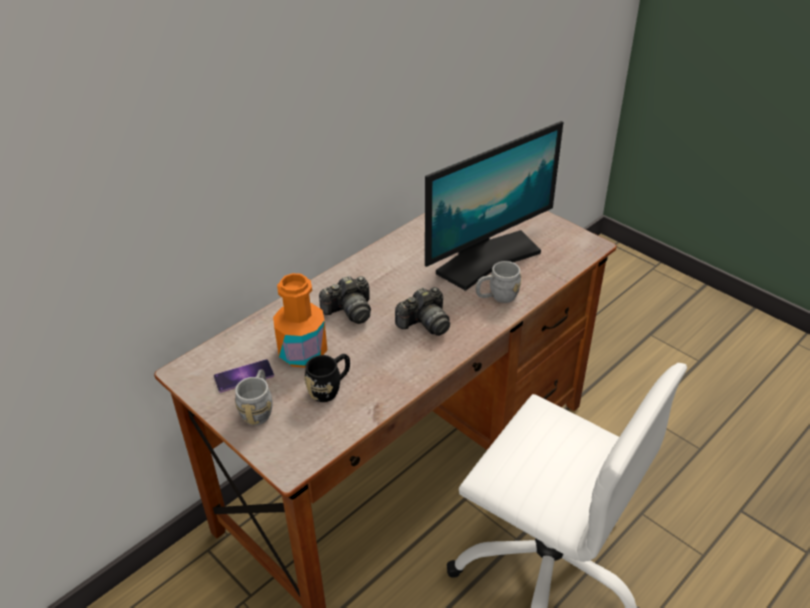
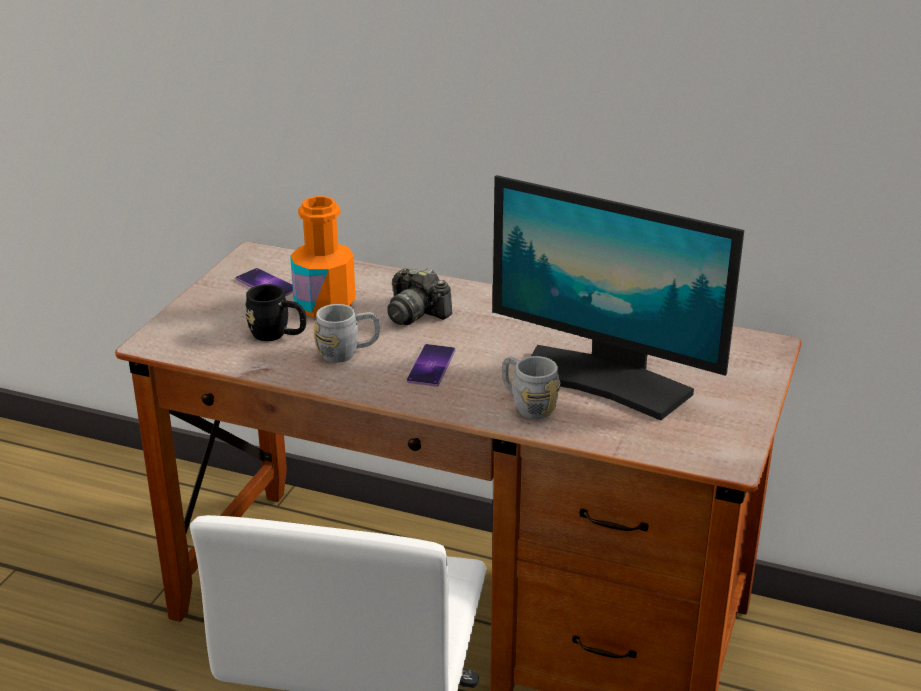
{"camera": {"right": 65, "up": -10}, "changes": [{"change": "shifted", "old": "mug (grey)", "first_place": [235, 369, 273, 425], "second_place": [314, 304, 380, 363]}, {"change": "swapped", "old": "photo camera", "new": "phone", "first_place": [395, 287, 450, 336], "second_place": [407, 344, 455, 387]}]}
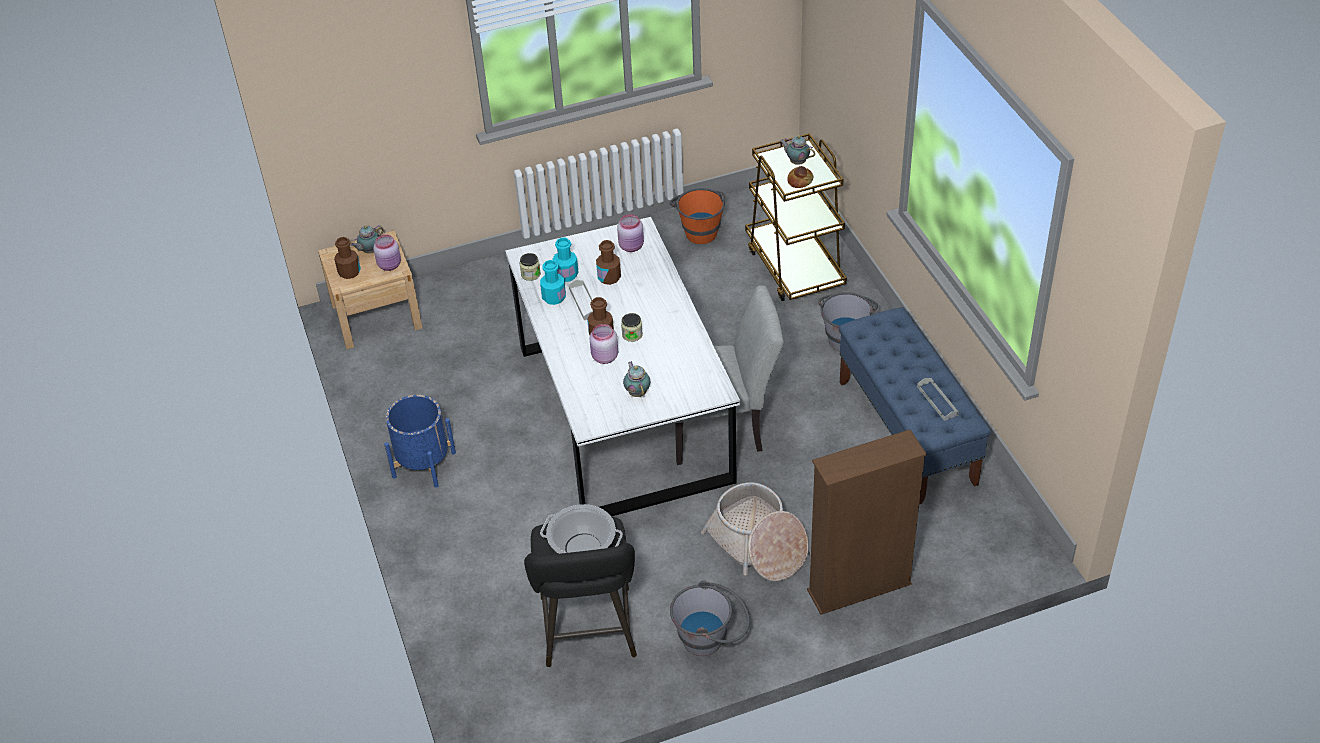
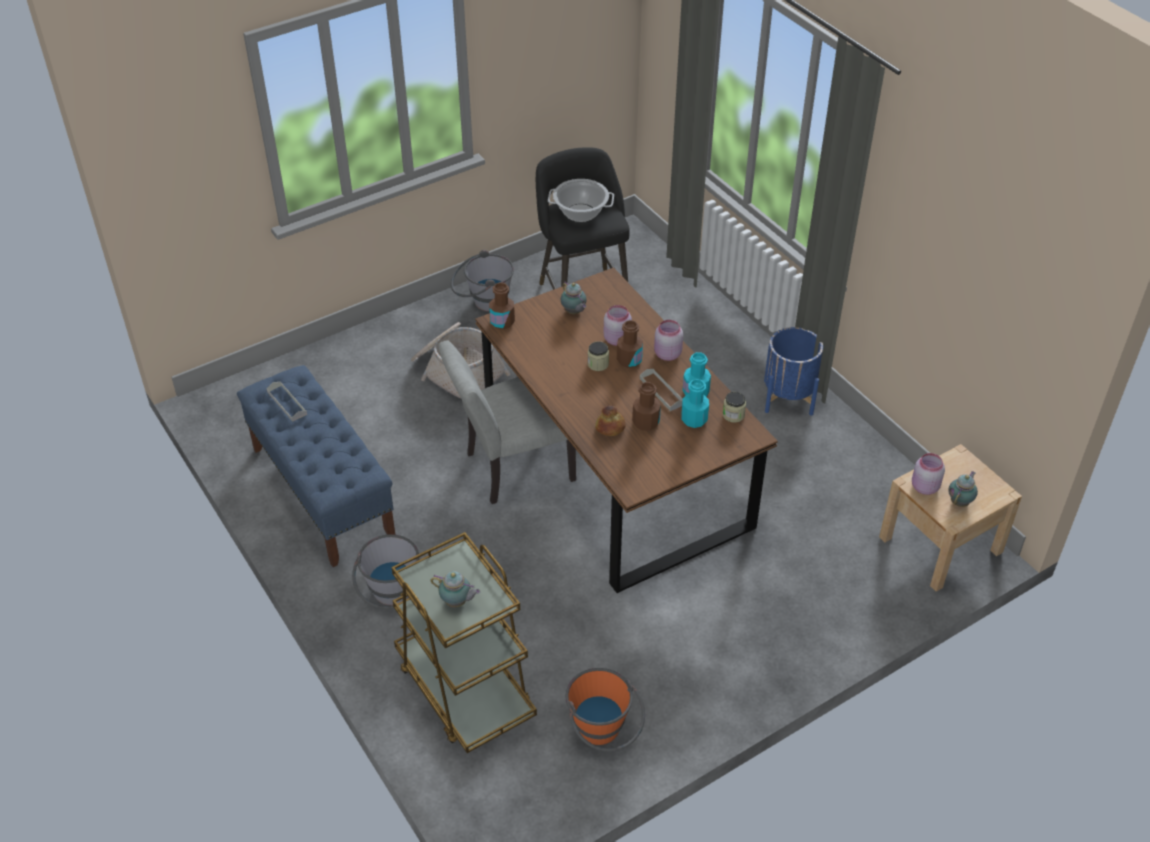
{"camera": {"right": 165, "up": 0}, "changes": [{"change": "gone", "old": "bookcase (brown)", "first_place": [807, 429, 927, 615]}, {"change": "shifted", "old": "bottle (brown)", "first_place": [334, 237, 361, 279], "second_place": [489, 282, 515, 329]}, {"change": "shifted", "old": "jar (pink)", "first_place": [617, 214, 644, 252], "second_place": [654, 320, 683, 361]}, {"change": "shifted", "old": "bread", "first_place": [787, 166, 813, 188], "second_place": [595, 405, 625, 436]}, {"change": "repainted", "old": "dining table (white)", "new": "dining table (brown)", "first_place": [505, 217, 740, 517], "second_place": [476, 268, 778, 593]}]}
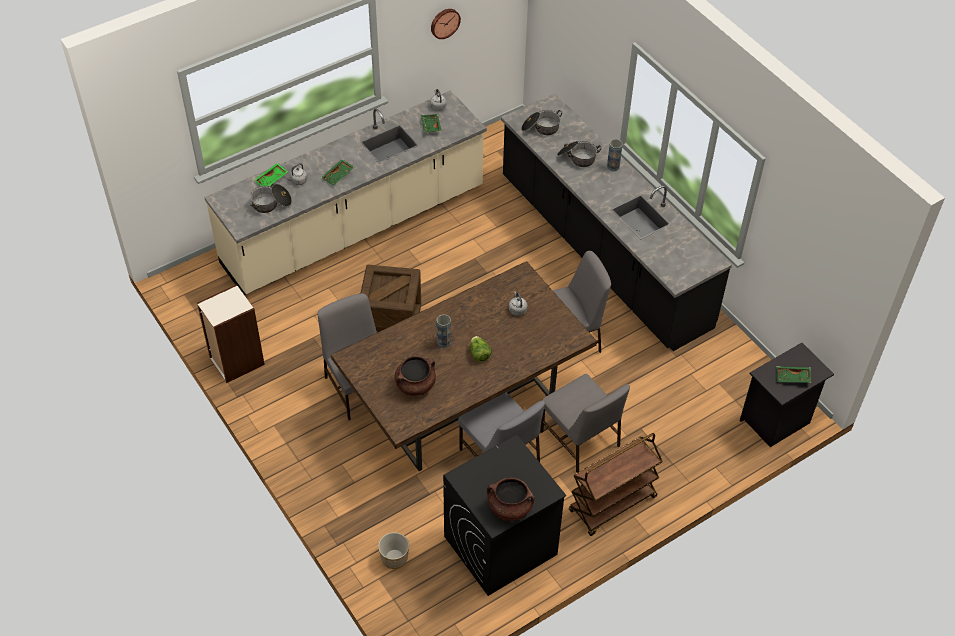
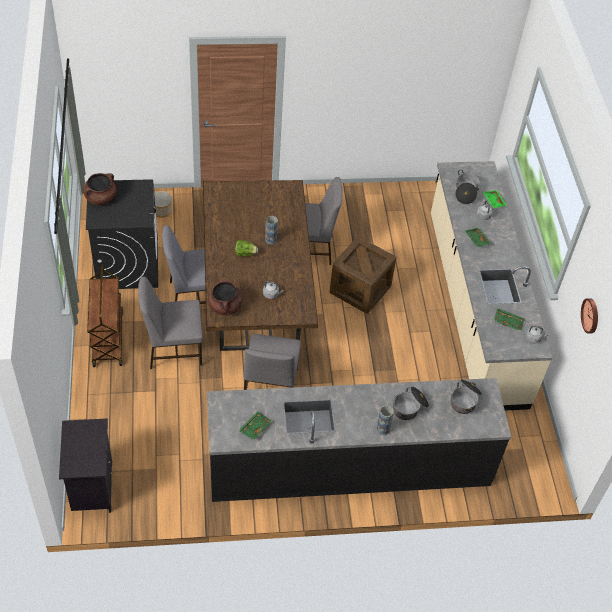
{"camera": {"right": 115, "up": 0}, "changes": [{"change": "gone", "old": "bookcase", "first_place": [197, 284, 265, 383]}, {"change": "shifted", "old": "cooking pot (brown)", "first_place": [395, 356, 436, 396], "second_place": [208, 278, 243, 316]}, {"change": "shifted", "old": "tray (green)", "first_place": [776, 366, 811, 383], "second_place": [238, 411, 272, 440]}]}
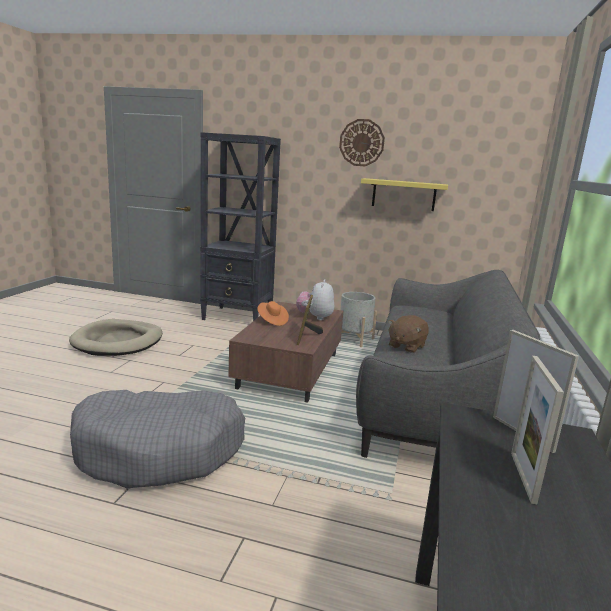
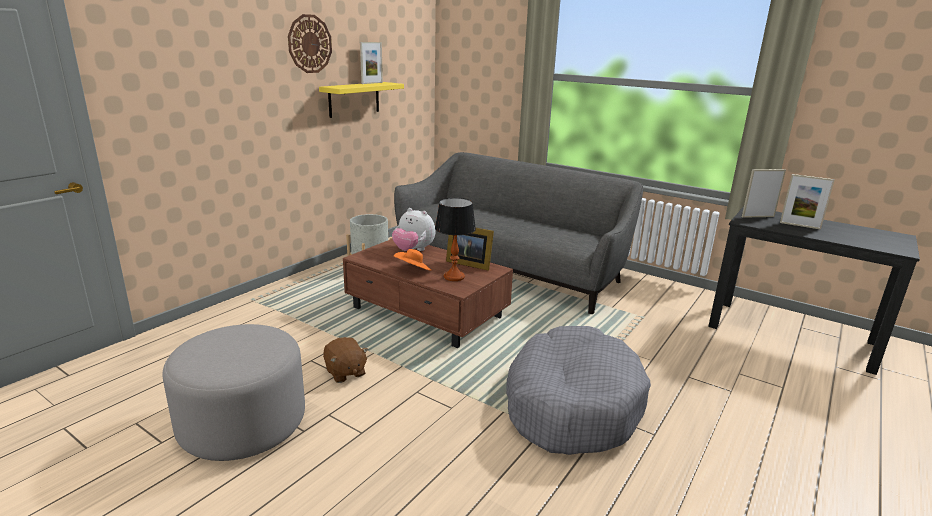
{"camera": {"right": -70, "up": 5}, "changes": [{"change": "gone", "old": "bookcase (black)", "first_place": [200, 132, 281, 321]}, {"change": "new", "new": "picture frame", "second_place": [360, 42, 383, 84]}, {"change": "new", "new": "table lamp", "second_place": [435, 198, 476, 281]}, {"change": "shifted", "old": "plush toy (brown)", "first_place": [388, 315, 429, 353], "second_place": [323, 337, 369, 383]}, {"change": "swapped", "old": "dog bed (beige)", "new": "ottoman (grey)", "first_place": [69, 319, 162, 356], "second_place": [162, 324, 305, 461]}]}
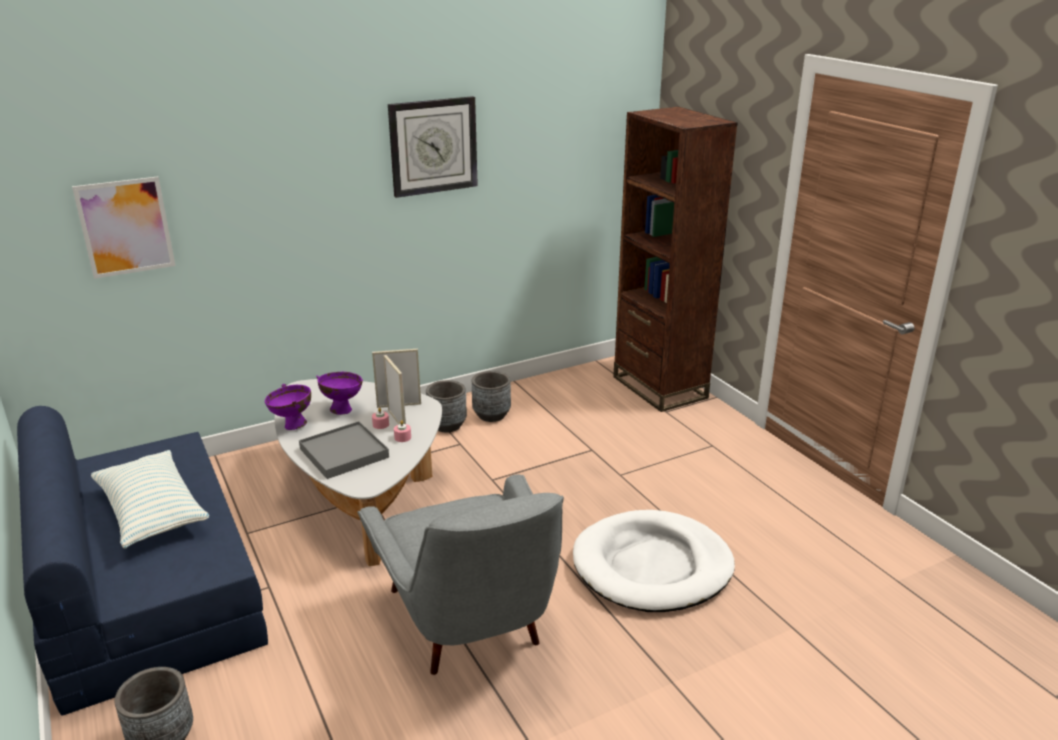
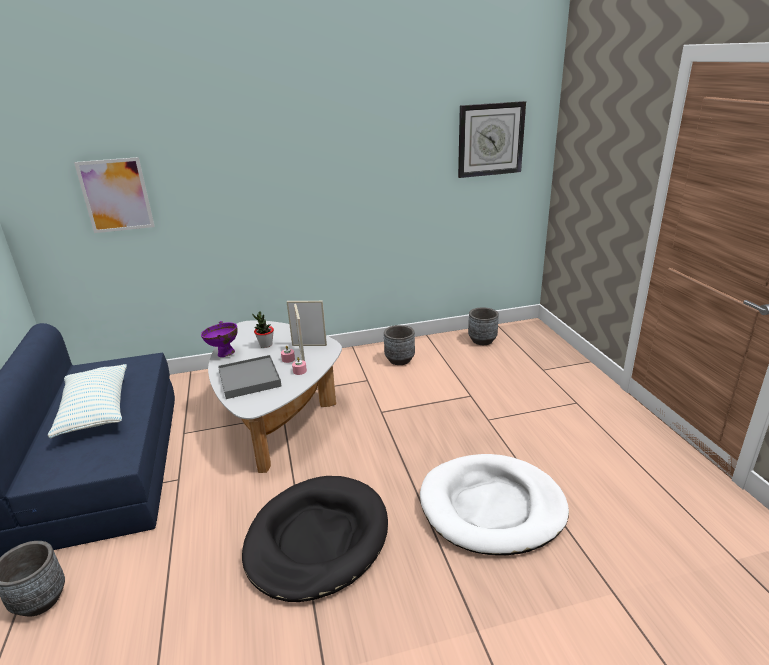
{"camera": {"right": 15, "up": 0}, "changes": [{"change": "gone", "old": "bookcase (brown)", "first_place": [613, 107, 738, 412]}, {"change": "shifted", "old": "wall clock", "first_place": [388, 96, 478, 198], "second_place": [458, 101, 526, 178]}, {"change": "shifted", "old": "planter (grey)", "first_place": [426, 380, 467, 432], "second_place": [468, 307, 499, 345]}, {"change": "swapped", "old": "bowl (purple)", "new": "potted plant", "first_place": [316, 372, 363, 415], "second_place": [252, 311, 274, 348]}, {"change": "swapped", "old": "armchair (grey)", "new": "dog bed (black)", "first_place": [357, 474, 564, 675], "second_place": [242, 476, 388, 602]}]}
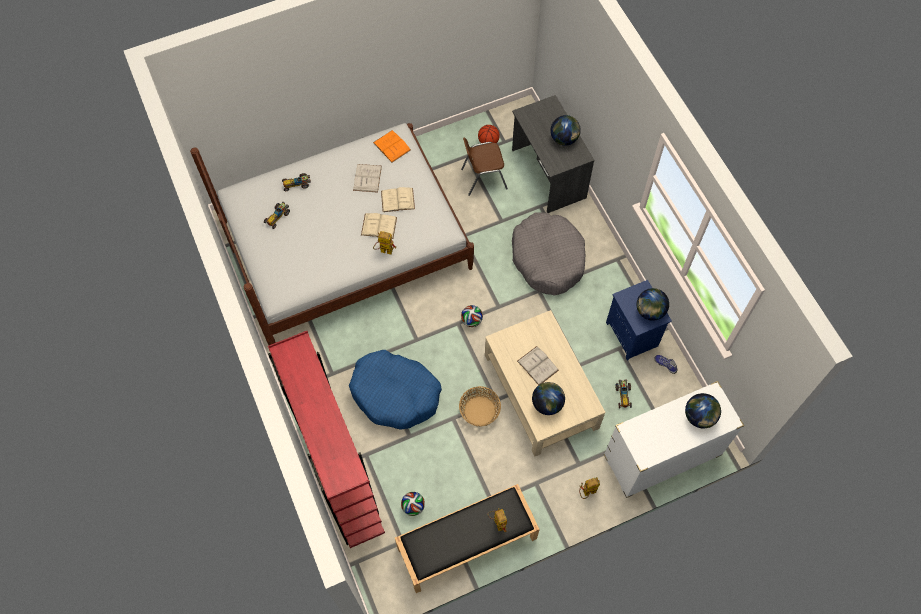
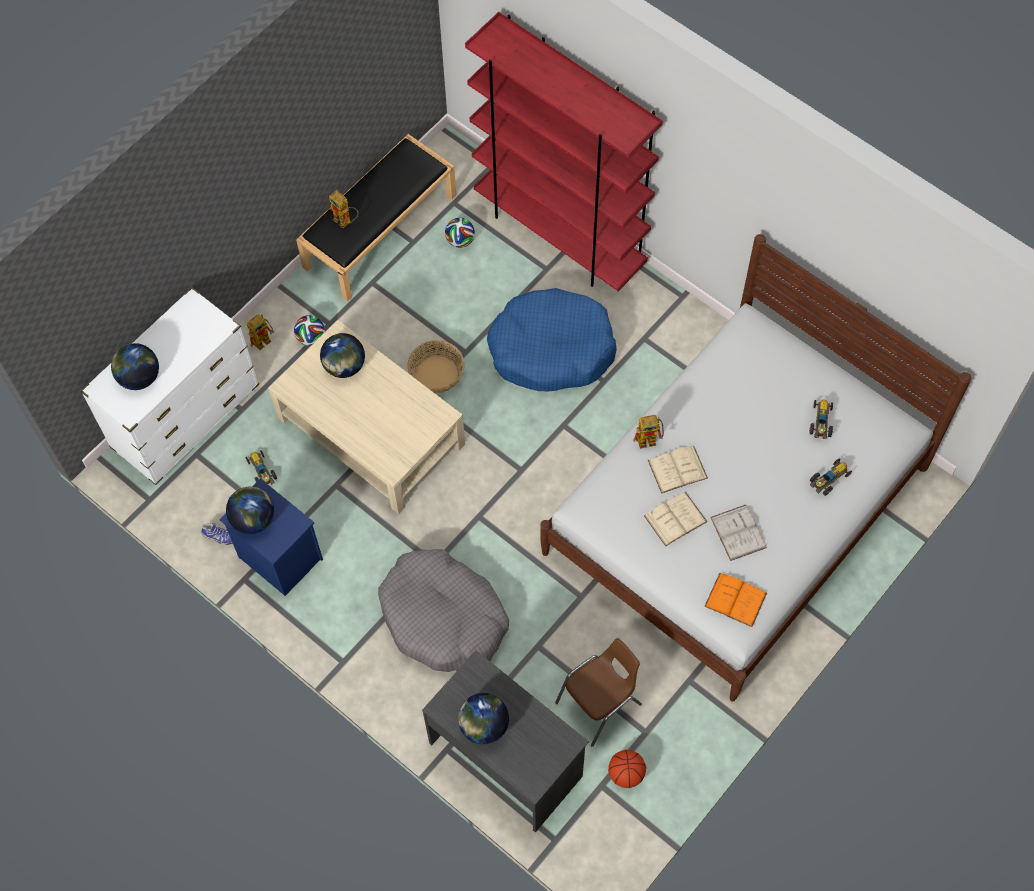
{"camera": {"right": 155, "up": 0}, "changes": [{"change": "gone", "old": "book (white)", "first_place": [517, 346, 559, 385]}, {"change": "shifted", "old": "football", "first_place": [461, 305, 483, 327], "second_place": [294, 315, 325, 346]}]}
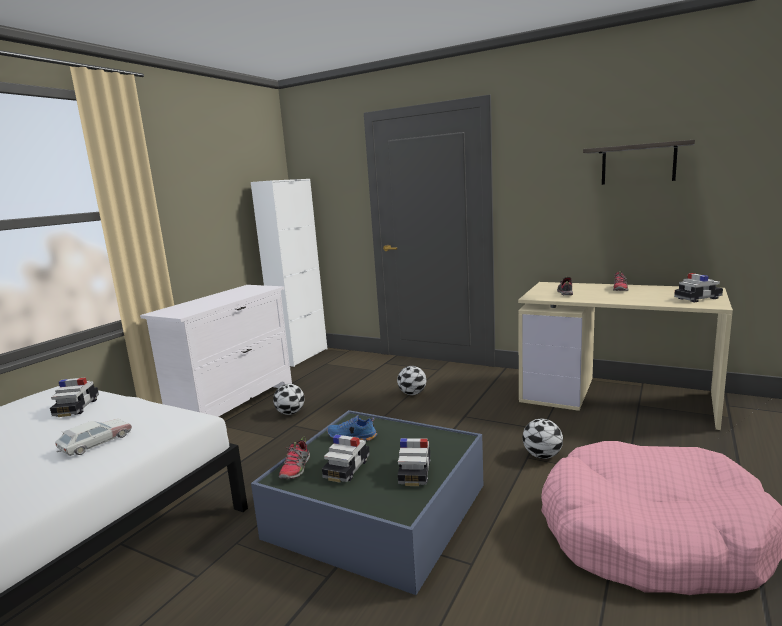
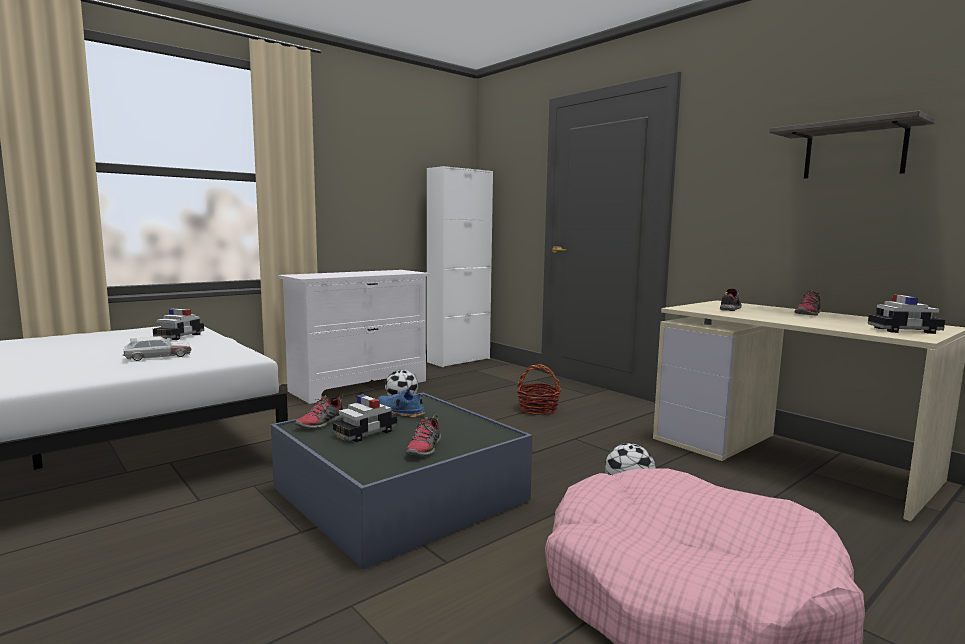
{"camera": {"right": 20, "up": -5}, "changes": [{"change": "swapped", "old": "football", "new": "basket", "first_place": [397, 366, 426, 395], "second_place": [517, 364, 561, 415]}, {"change": "swapped", "old": "toy car", "new": "shoe", "first_place": [398, 438, 431, 486], "second_place": [405, 415, 441, 456]}]}
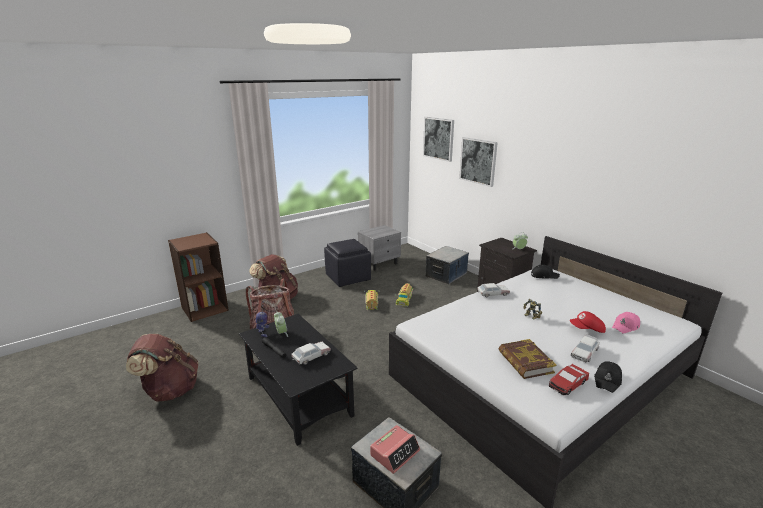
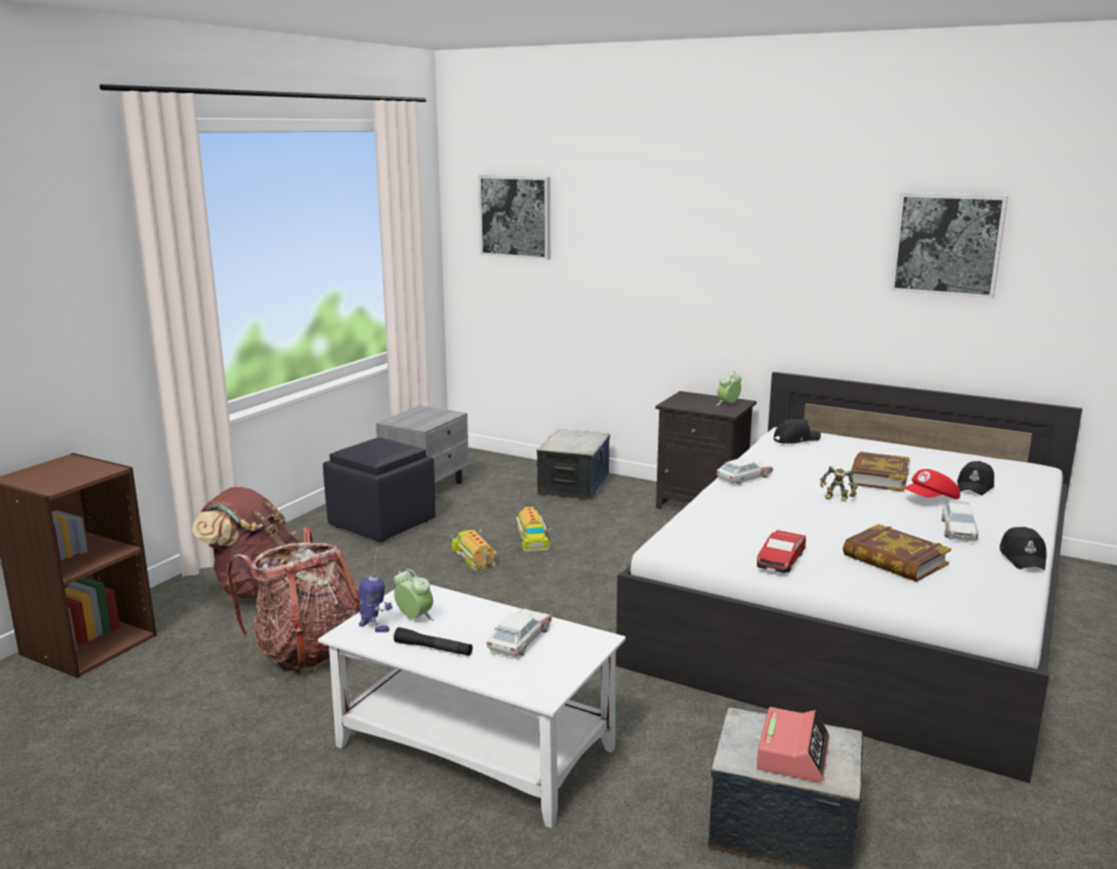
{"camera": {"right": -25, "up": -5}, "changes": [{"change": "gone", "old": "backpack (brown)", "first_place": [126, 334, 198, 402]}, {"change": "new", "new": "book", "second_place": [849, 452, 910, 492]}, {"change": "shifted", "old": "picture", "first_place": [459, 137, 498, 187], "second_place": [890, 193, 1008, 299]}, {"change": "shifted", "old": "toy car", "first_place": [549, 364, 589, 395], "second_place": [757, 530, 806, 573]}, {"change": "repainted", "old": "coffee table (black)", "new": "coffee table (white)", "first_place": [239, 314, 357, 446], "second_place": [318, 585, 626, 829]}, {"change": "repainted", "old": "cap (pink)", "new": "cap (black)", "first_place": [612, 312, 640, 333], "second_place": [957, 461, 994, 495]}]}
